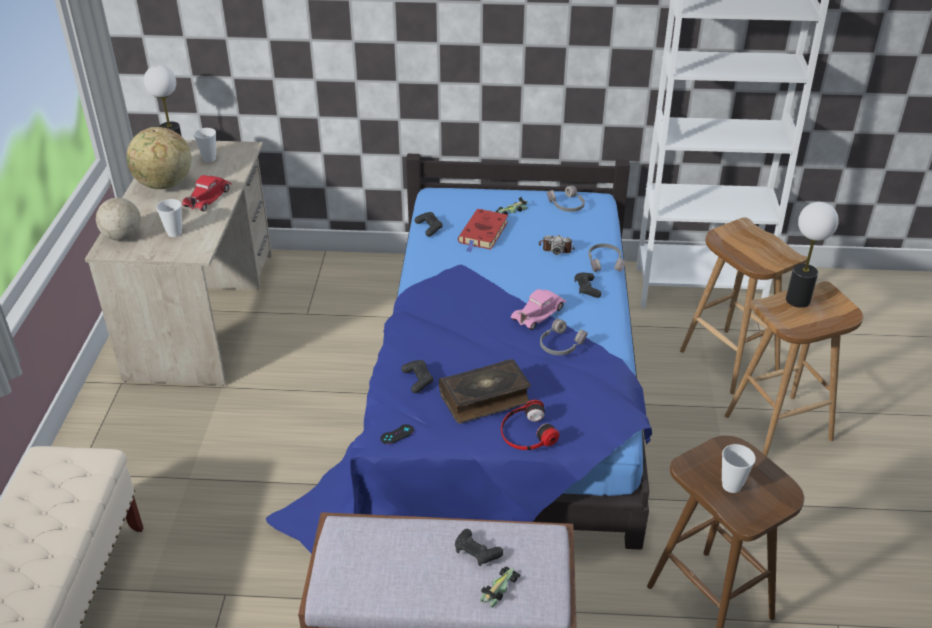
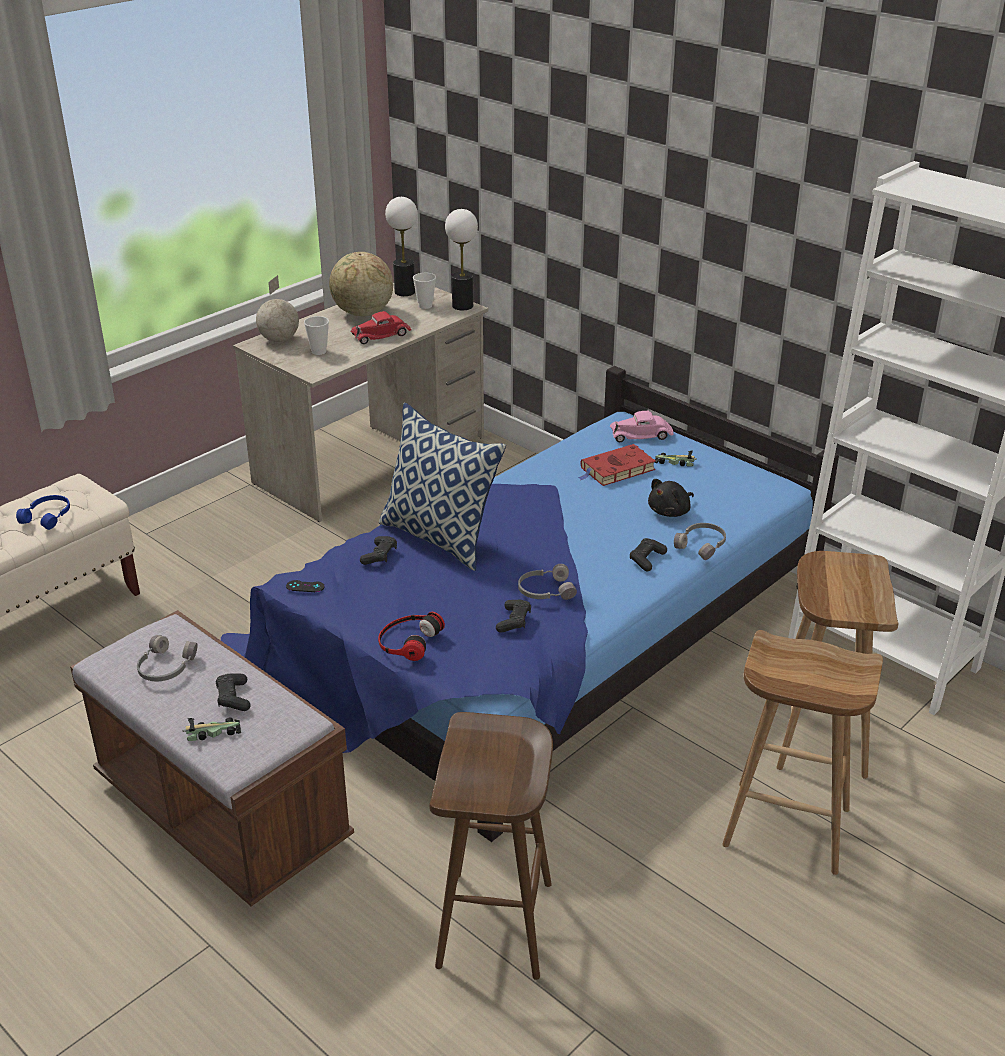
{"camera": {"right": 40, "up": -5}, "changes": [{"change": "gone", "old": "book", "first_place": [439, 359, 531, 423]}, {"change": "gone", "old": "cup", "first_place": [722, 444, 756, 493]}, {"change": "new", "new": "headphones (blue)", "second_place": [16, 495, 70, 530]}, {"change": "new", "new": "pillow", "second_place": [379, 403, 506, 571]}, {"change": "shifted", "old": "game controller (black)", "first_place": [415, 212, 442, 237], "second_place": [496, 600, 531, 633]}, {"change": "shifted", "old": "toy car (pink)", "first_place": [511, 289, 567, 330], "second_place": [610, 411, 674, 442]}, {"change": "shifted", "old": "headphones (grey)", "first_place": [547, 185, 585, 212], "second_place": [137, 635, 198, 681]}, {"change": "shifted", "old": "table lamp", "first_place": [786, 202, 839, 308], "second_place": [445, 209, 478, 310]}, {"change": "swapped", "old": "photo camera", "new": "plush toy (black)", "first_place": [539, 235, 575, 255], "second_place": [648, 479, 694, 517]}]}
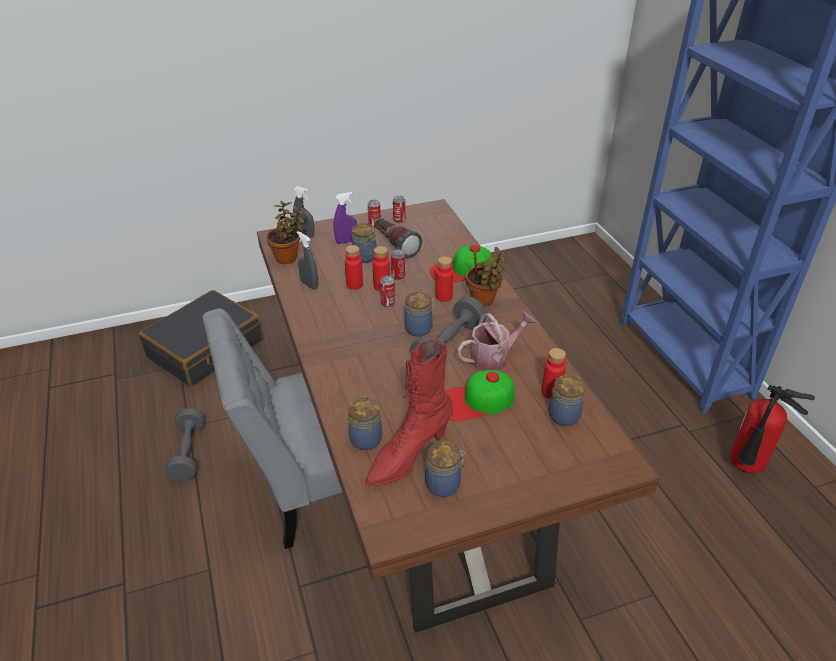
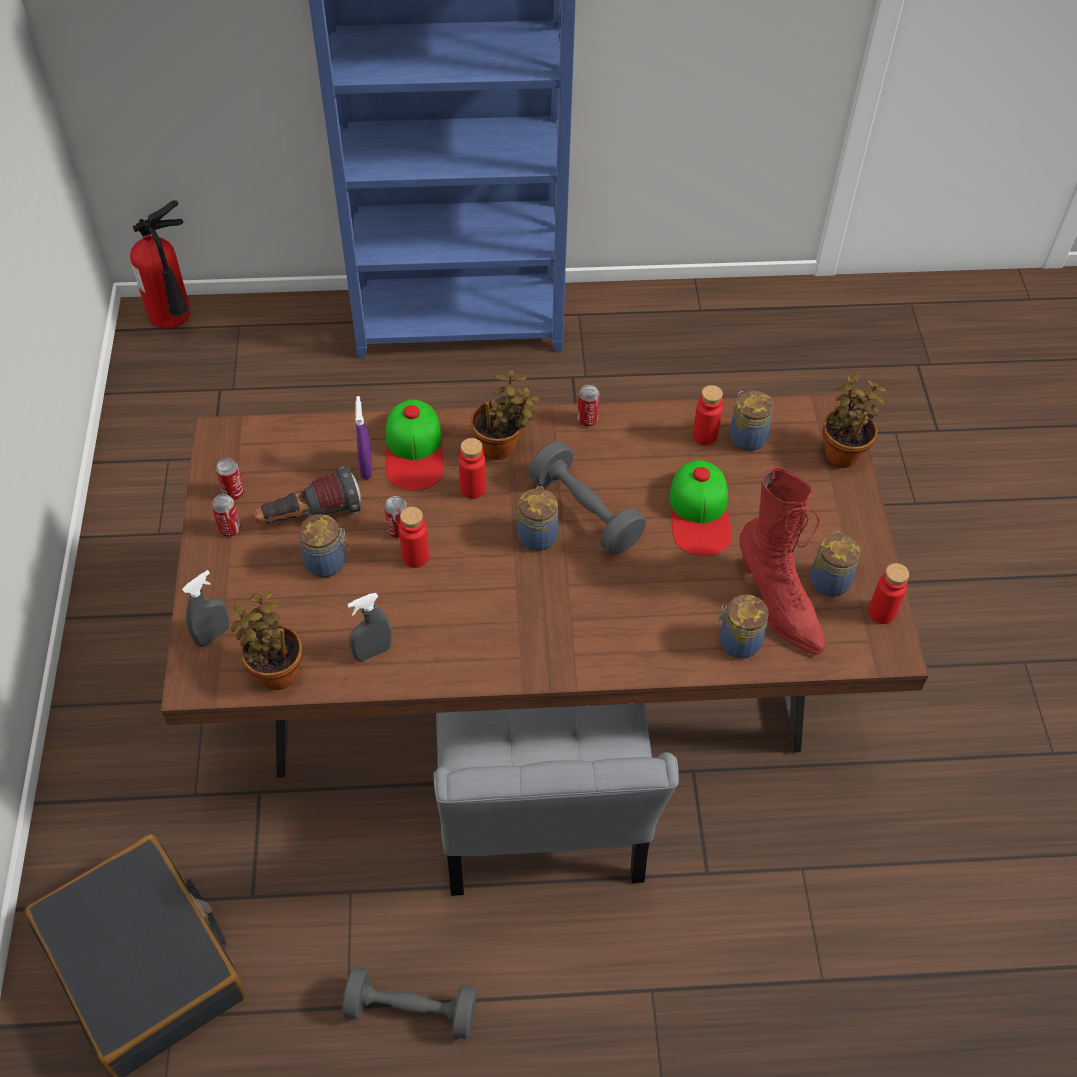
{"camera": {"right": -75, "up": 15}, "changes": [{"change": "gone", "old": "watering can", "first_place": [457, 312, 537, 371]}, {"change": "new", "new": "potted plant", "second_place": [822, 374, 887, 468]}, {"change": "shifted", "old": "spray bottle (purple)", "first_place": [334, 192, 357, 244], "second_place": [355, 396, 372, 479]}, {"change": "shifted", "old": "bottle (red)", "first_place": [345, 245, 363, 290], "second_place": [868, 563, 909, 624]}, {"change": "shifted", "old": "can", "first_place": [380, 276, 395, 307], "second_place": [577, 385, 600, 427]}, {"change": "shifted", "old": "fire extinguisher", "first_place": [730, 385, 815, 473], "second_place": [130, 200, 190, 329]}]}
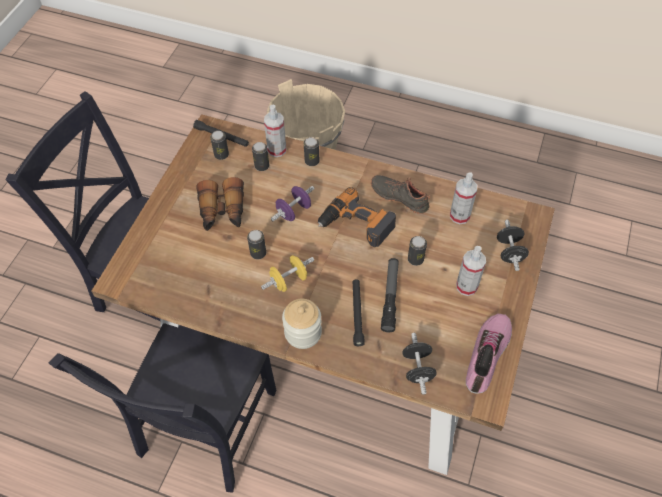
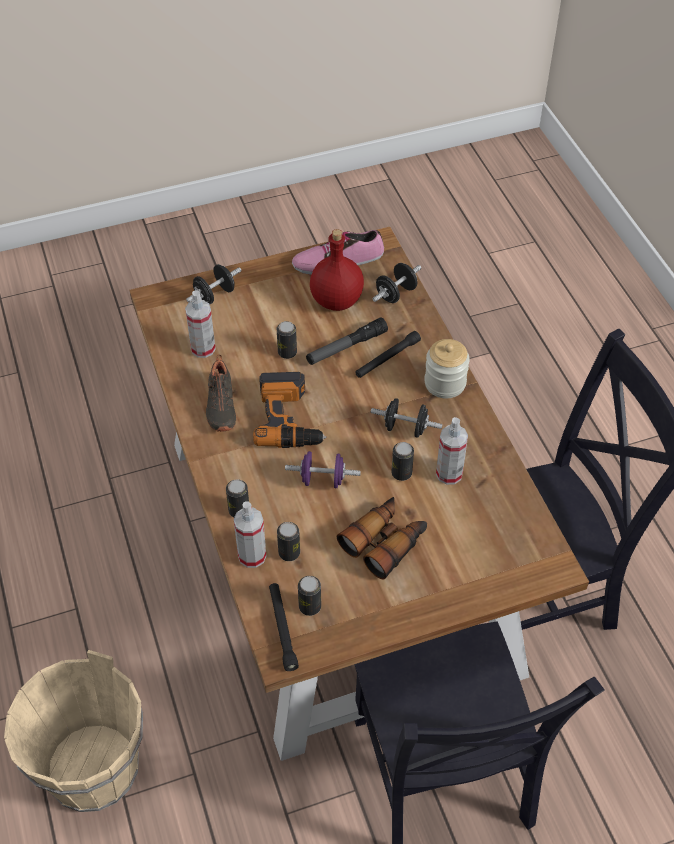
{"camera": {"right": -130, "up": -5}, "changes": [{"change": "new", "new": "bottle (red)", "second_place": [310, 229, 364, 311]}, {"change": "shifted", "old": "spray bottle", "first_place": [456, 246, 486, 296], "second_place": [436, 417, 468, 485]}, {"change": "repainted", "old": "dumbbell (yellow)", "new": "dumbbell (black)", "first_place": [261, 255, 314, 292], "second_place": [371, 398, 443, 438]}]}
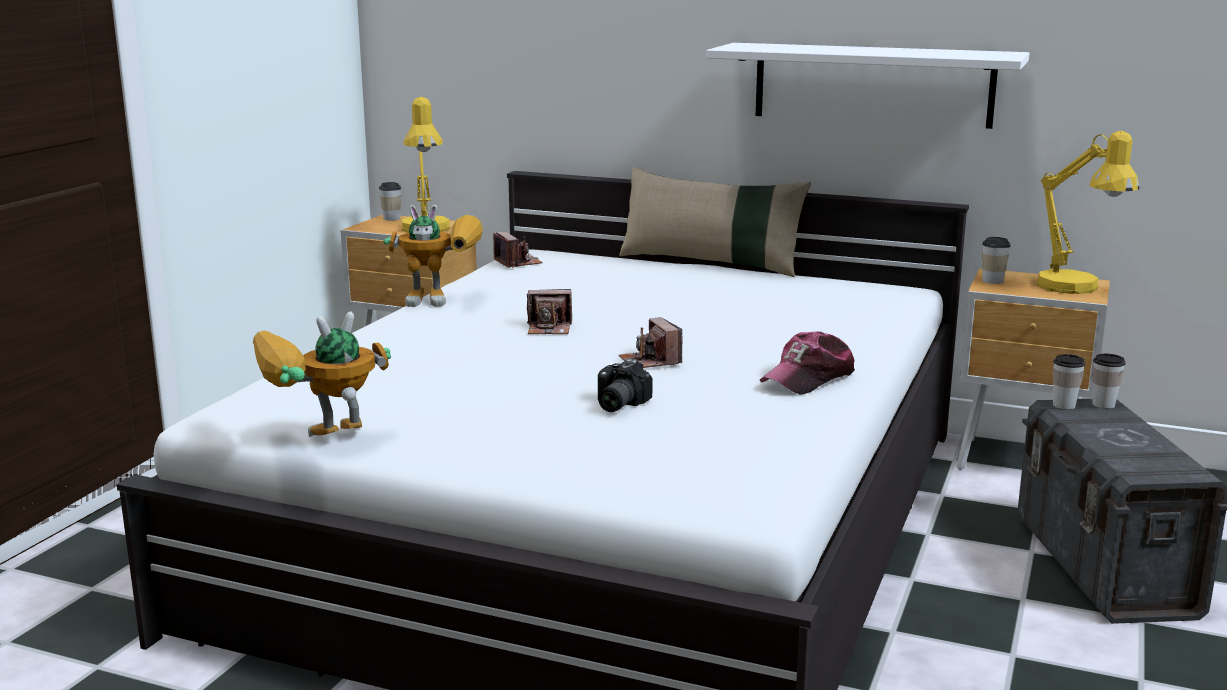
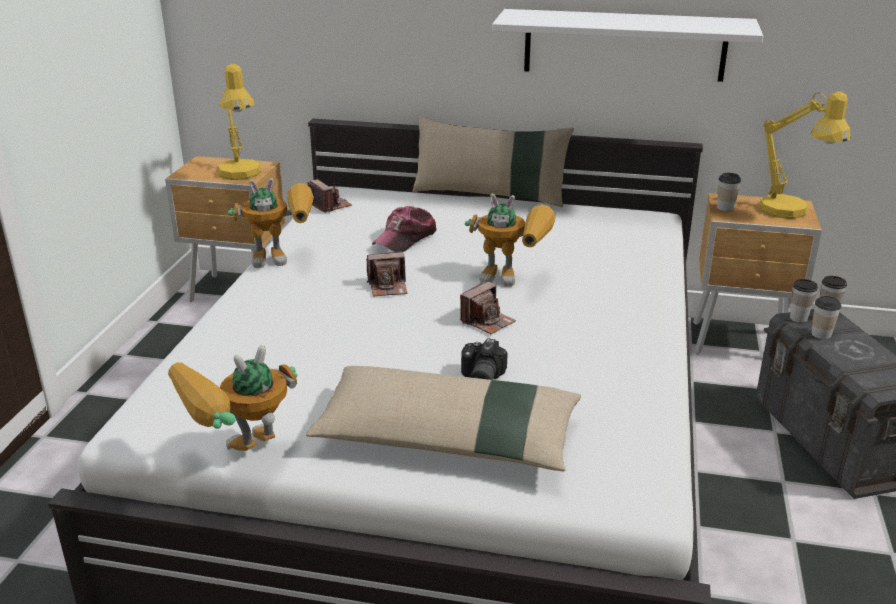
{"camera": {"right": -10, "up": 10}, "changes": [{"change": "new", "new": "pillow (beige)", "second_place": [306, 366, 581, 471]}, {"change": "new", "new": "toy robot", "second_place": [465, 194, 555, 287]}, {"change": "shifted", "old": "cup", "first_place": [379, 182, 401, 221], "second_place": [812, 296, 841, 339]}, {"change": "shifted", "old": "cap", "first_place": [760, 331, 855, 394], "second_place": [372, 206, 437, 252]}, {"change": "rotated", "old": "photo camera", "first_place": [619, 317, 682, 368], "second_place": [460, 281, 516, 334], "degrees": -105}]}
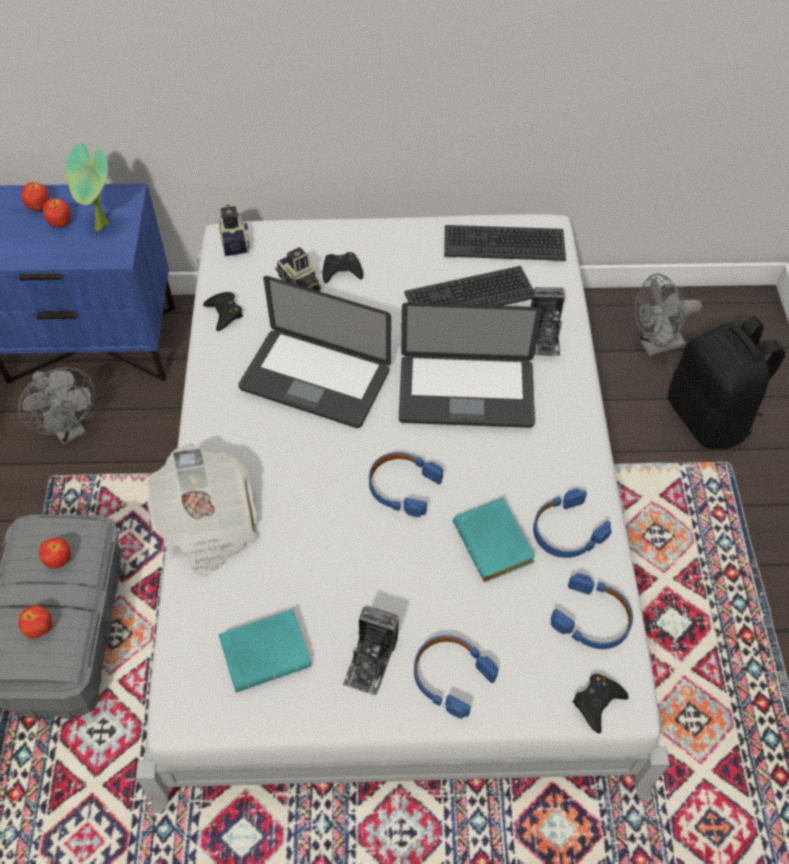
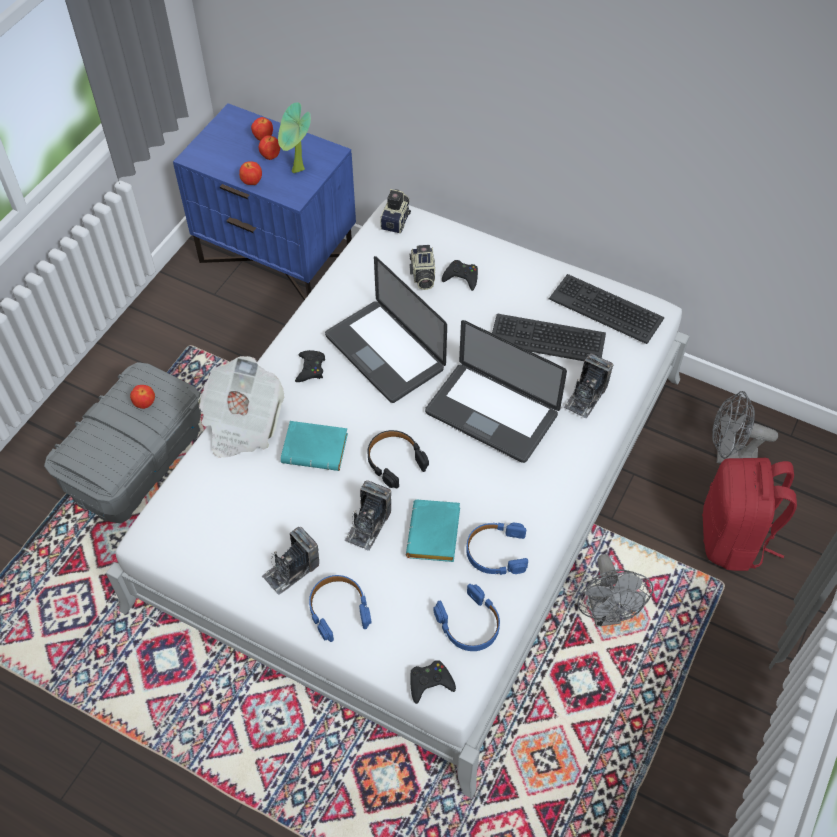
{"camera": {"right": 30, "up": 0}, "changes": [{"change": "new", "new": "photo camera", "second_place": [344, 480, 391, 551]}, {"change": "shifted", "old": "fan (grey)", "first_place": [18, 367, 95, 445], "second_place": [578, 554, 653, 627]}, {"change": "shifted", "old": "apple", "first_place": [18, 605, 52, 638], "second_place": [239, 161, 262, 185]}, {"change": "shifted", "old": "game controller (black)", "first_place": [203, 292, 243, 331], "second_place": [295, 350, 325, 382]}, {"change": "shifted", "old": "book (turquoise)", "first_place": [218, 609, 312, 693], "second_place": [281, 421, 348, 471]}, {"change": "repainted", "old": "headphones (blue)", "new": "headphones (black)", "first_place": [369, 452, 443, 517], "second_place": [367, 430, 429, 489]}, {"change": "repainted", "old": "backpack (black)", "new": "backpack (red)", "first_place": [668, 316, 785, 449], "second_place": [702, 458, 797, 571]}]}
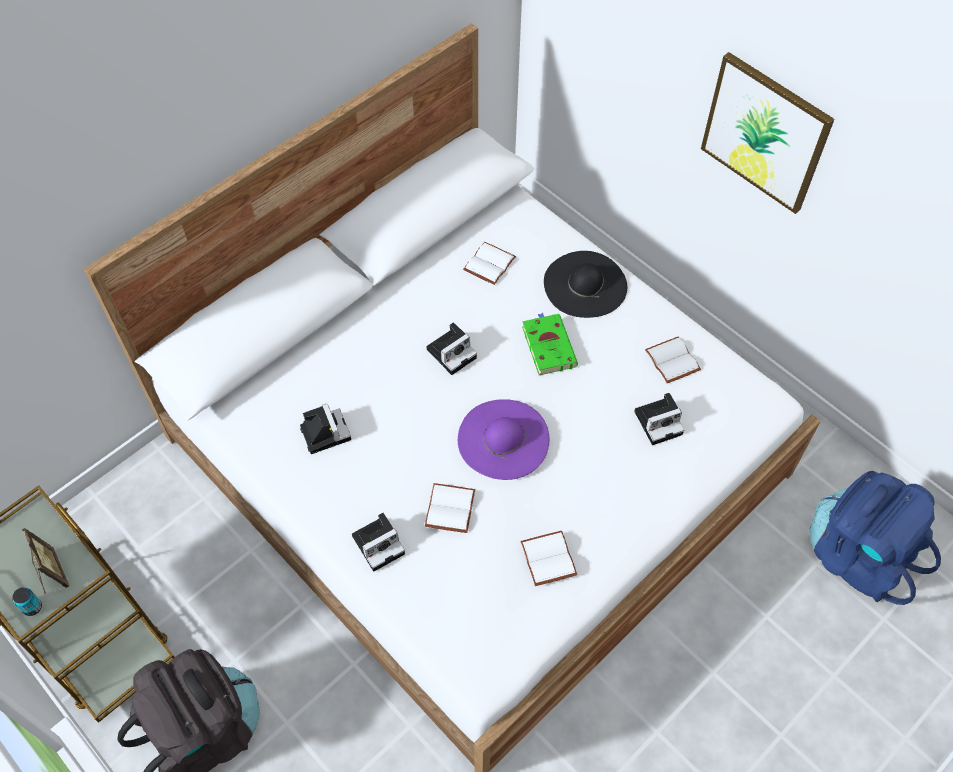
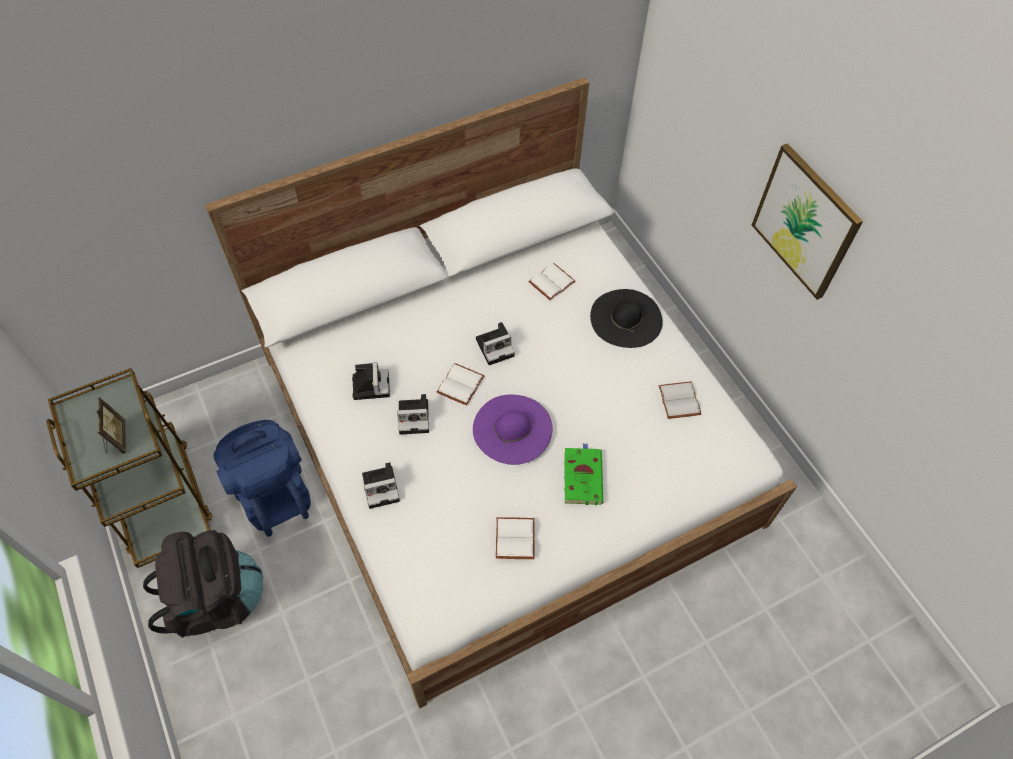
{"camera": {"right": 15, "up": 0}, "changes": [{"change": "gone", "old": "can", "first_place": [13, 588, 42, 616]}, {"change": "shifted", "old": "book (white)", "first_place": [425, 483, 475, 533], "second_place": [437, 363, 484, 406]}, {"change": "shifted", "old": "book (green)", "first_place": [522, 313, 578, 375], "second_place": [564, 443, 603, 505]}, {"change": "shifted", "old": "photo camera", "first_place": [634, 393, 684, 445], "second_place": [397, 394, 429, 435]}, {"change": "shifted", "old": "backpack (blue)", "first_place": [809, 471, 941, 605], "second_place": [213, 420, 311, 537]}]}
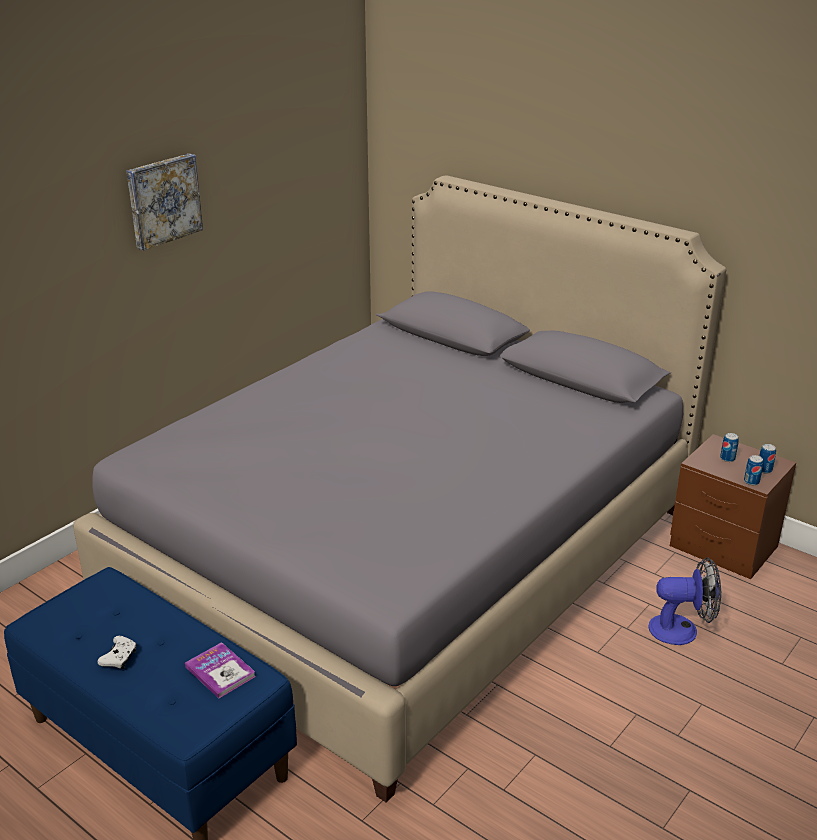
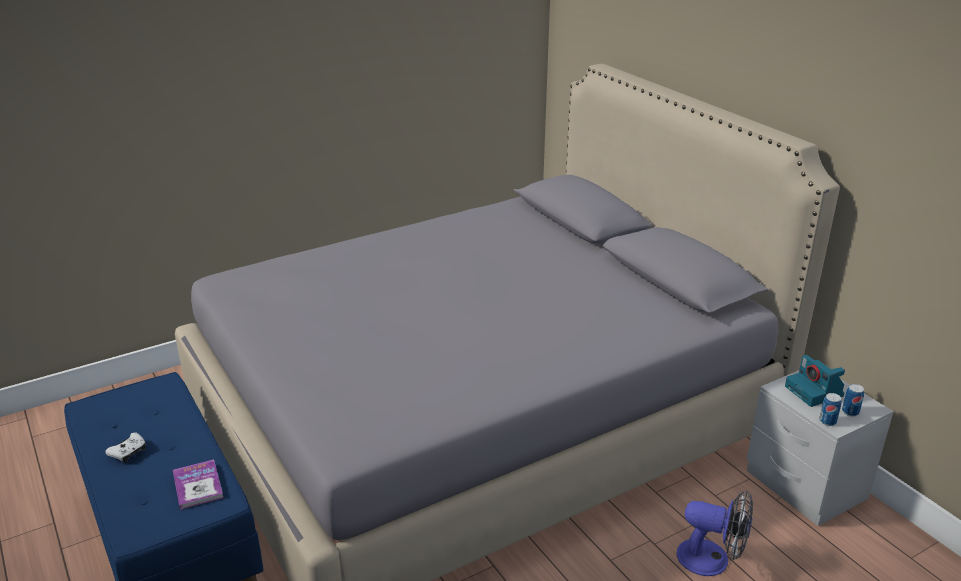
{"camera": {"right": 20, "up": 0}, "changes": [{"change": "gone", "old": "picture", "first_place": [127, 153, 203, 251]}, {"change": "swapped", "old": "can", "new": "photo camera", "first_place": [720, 433, 739, 462], "second_place": [785, 355, 845, 407]}, {"change": "repainted", "old": "nightstand (brown)", "new": "nightstand (grey)", "first_place": [670, 434, 796, 579], "second_place": [747, 370, 894, 526]}]}
